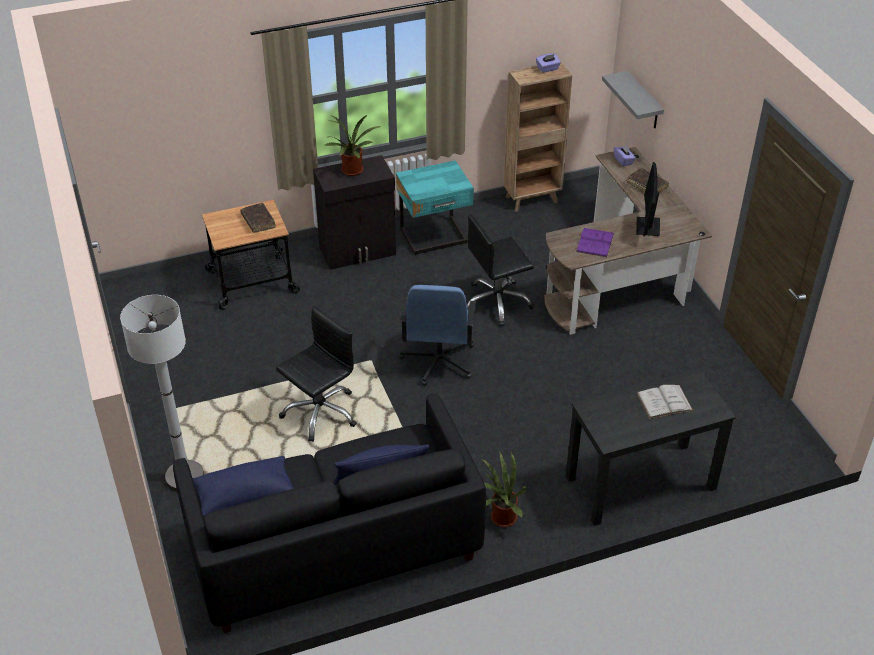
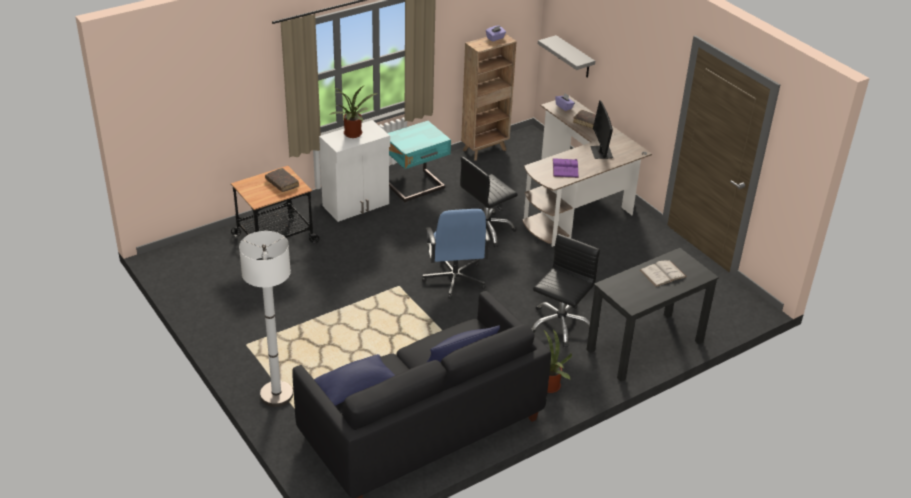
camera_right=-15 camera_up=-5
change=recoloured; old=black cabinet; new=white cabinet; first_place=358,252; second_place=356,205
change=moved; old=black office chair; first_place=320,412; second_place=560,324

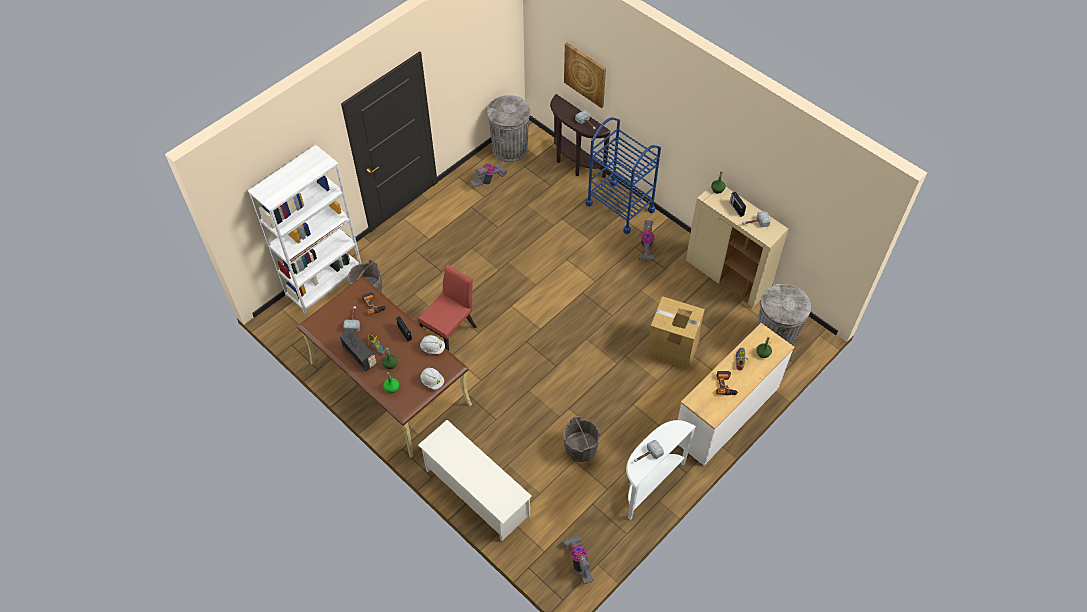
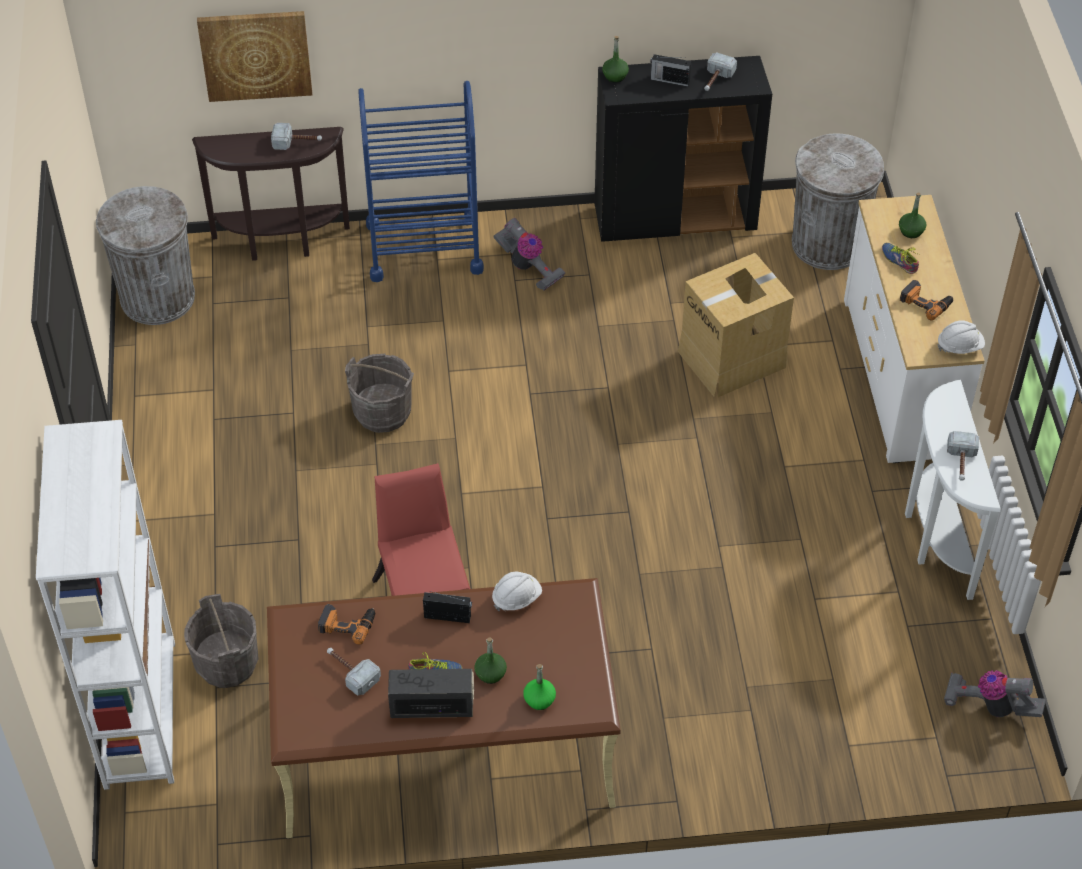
camera_right=-50 camera_up=-5
change=removed; old=vacuum cleaner; first_place=488,180
change=recoloured; old=beige cabinet; new=black cabinet; first_place=727,276; second_place=675,218
change=moved; old=white hard hat; first_place=432,381; second_place=959,346
change=moved; old=grey bucket; first_place=580,448; second_place=382,412
change=removed; old=white shoe rack; first_place=476,492

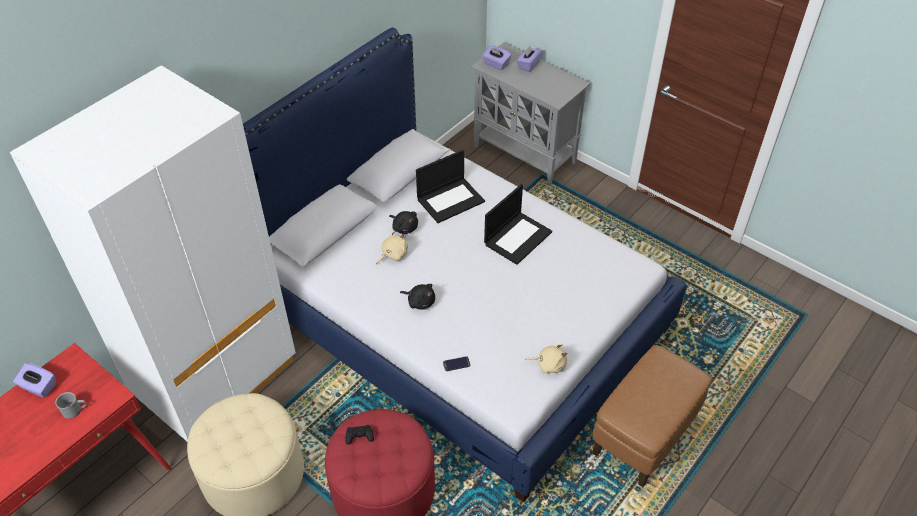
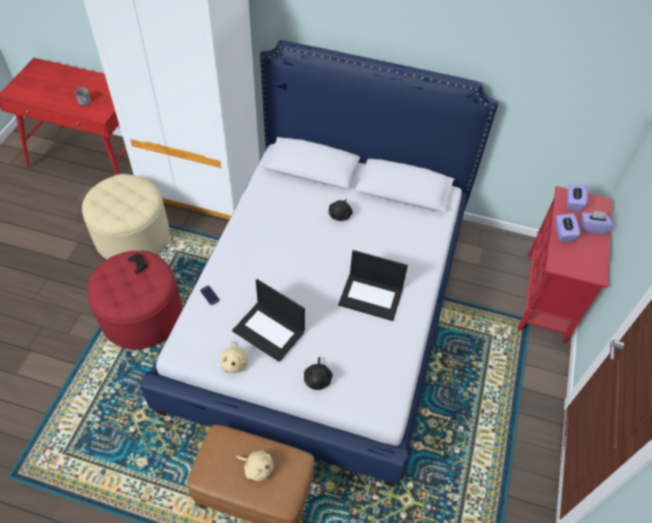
camera_right=65 camera_up=5
change=recoloured; old=grey cabinet; new=red cabinet; first_place=525,154; second_place=546,297
change=moved; old=laptop; first_place=451,200; second_place=269,331
change=moved; old=beige plush toy; first_place=393,254; second_place=257,468
change=moved; old=black plush toy; first_place=420,302; second_place=318,378
change=moved; old=purple tissue box; first_place=39,387; second_place=563,233

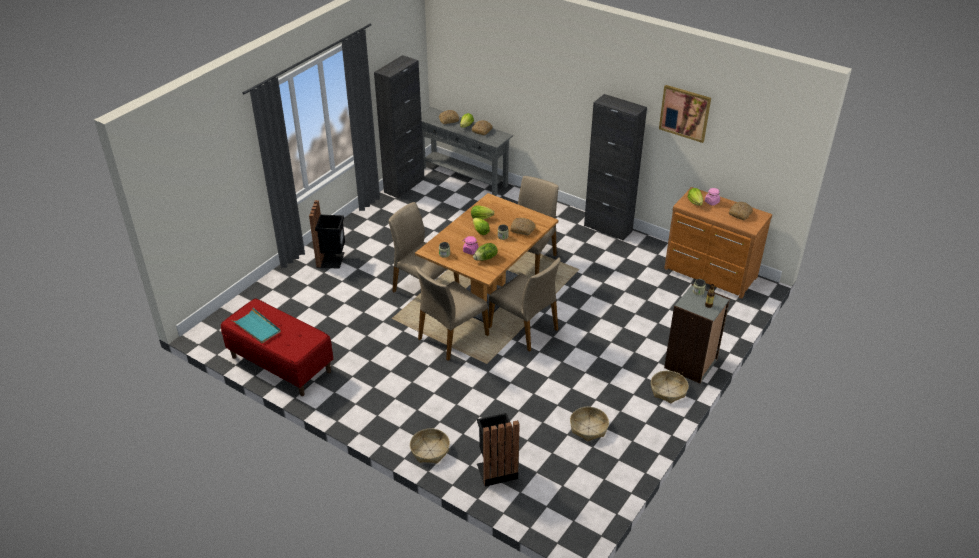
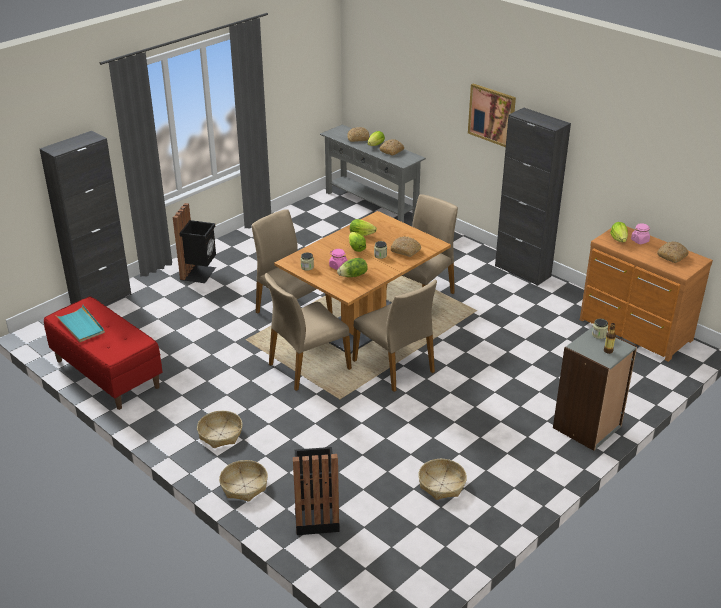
camera_right=10 camera_up=-5
change=moved; old=black cabinet; first_place=404,185; second_place=101,300
change=moved; old=picture; first_place=685,113; second_place=492,115
change=moved; old=basket; first_place=668,391; second_place=220,434

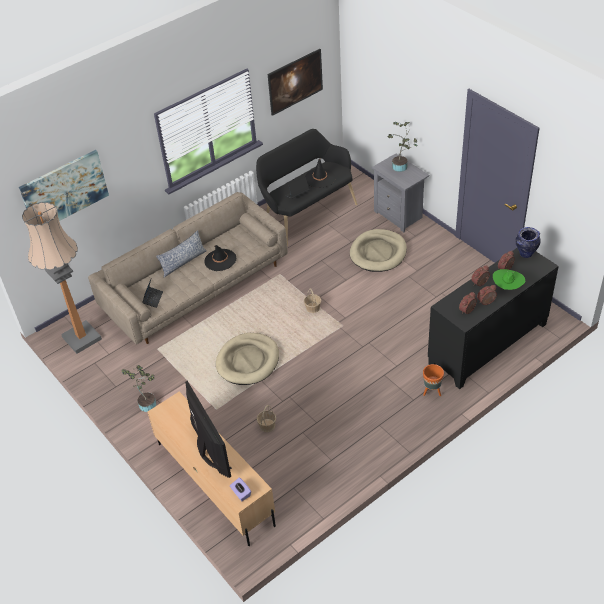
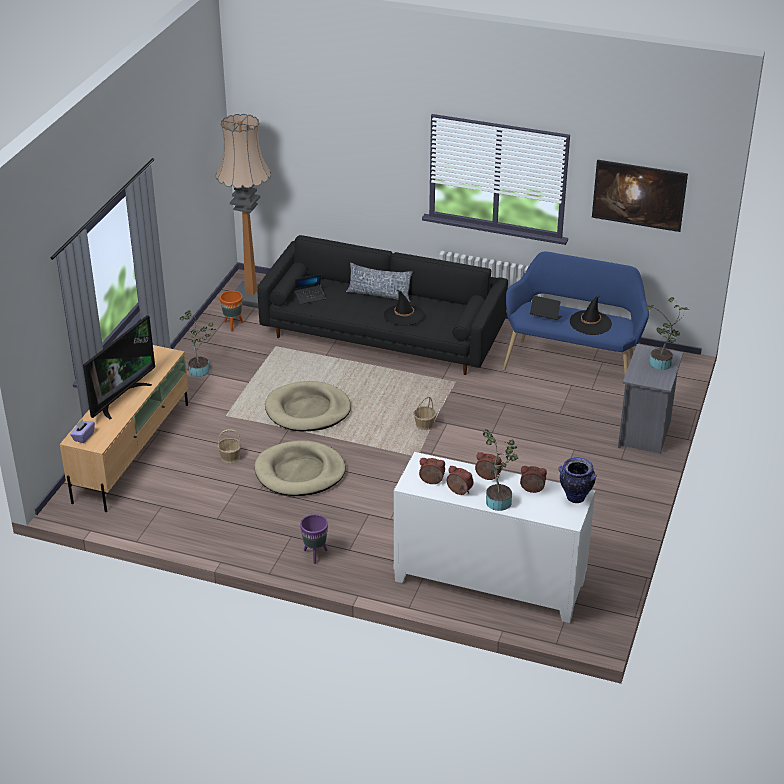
camera_right=55 camera_up=-10
change=recoloured; old=black bench; new=blue bench; first_place=307,213; second_place=572,363
change=removed; old=picture; first_place=64,190
change=recoloured; old=beige sofa; new=black sofa; first_place=195,286; second_place=383,334
change=moved; old=beige dog bed; first_place=378,253; second_place=300,472
change=recoloured; old=black cabinet; new=white cabinet; first_place=488,344; second_place=489,582
change=replaced; old=green hat; new=potted plant; first_place=507,287; second_place=499,500
change=moved; old=orange planter; first_place=432,392; second_place=233,325
change=added; new=purple planter; second_place=315,555

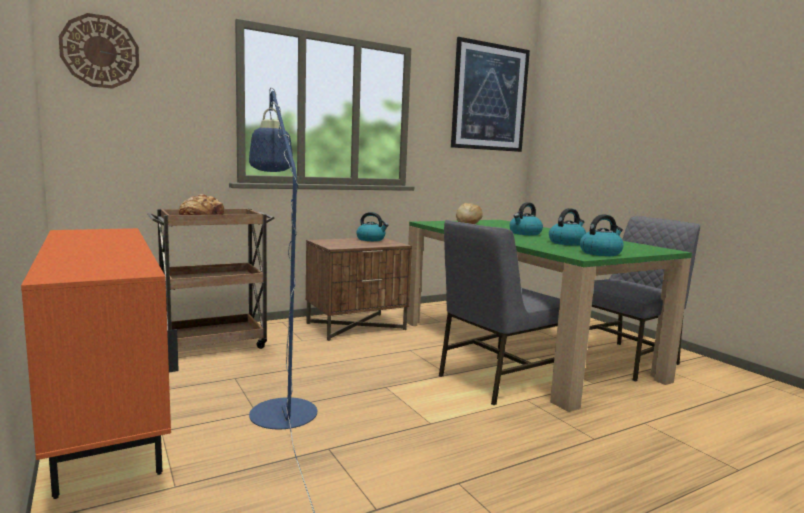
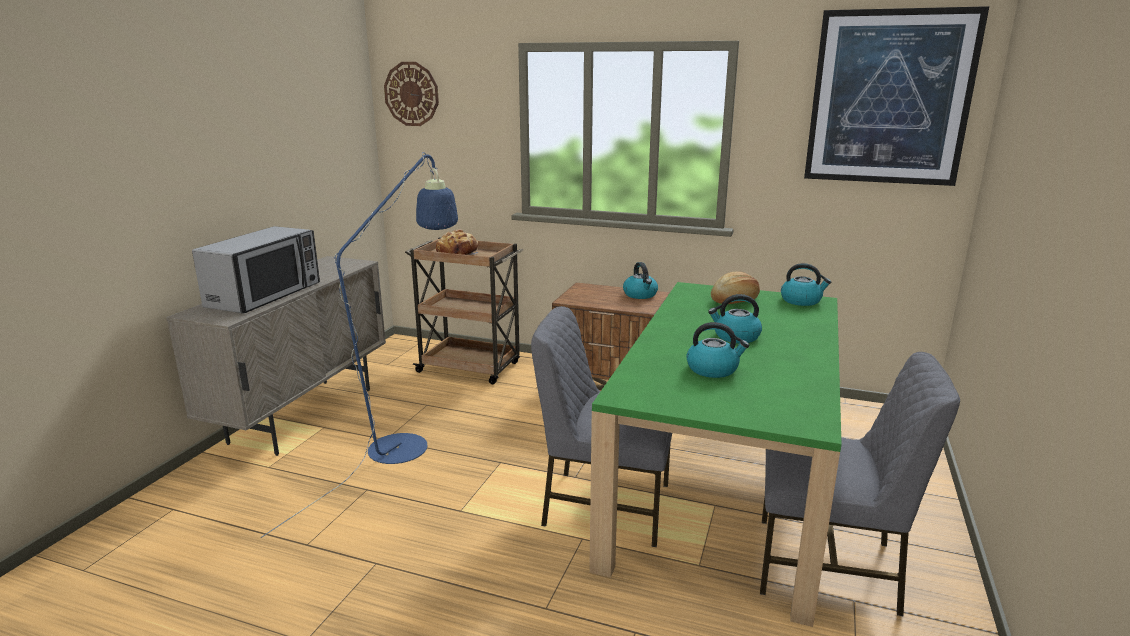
camera_right=50 camera_up=10
change=moved; old=kettle; first_place=600,253; second_place=801,300
change=recoloured; old=orange cabinet; new=beige cabinet; first_place=107,432; second_place=304,415
change=added; new=microwave; second_place=265,295

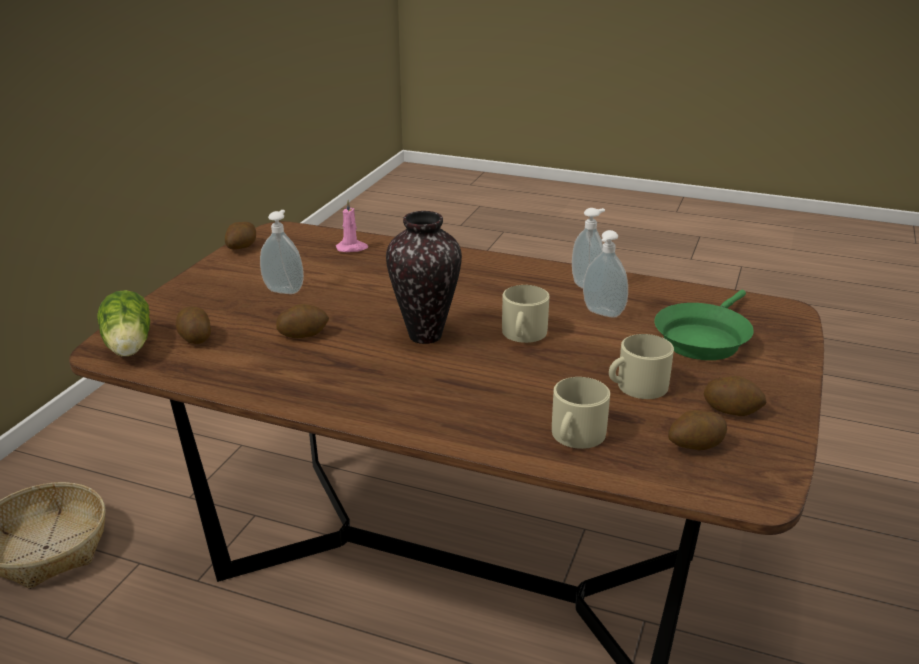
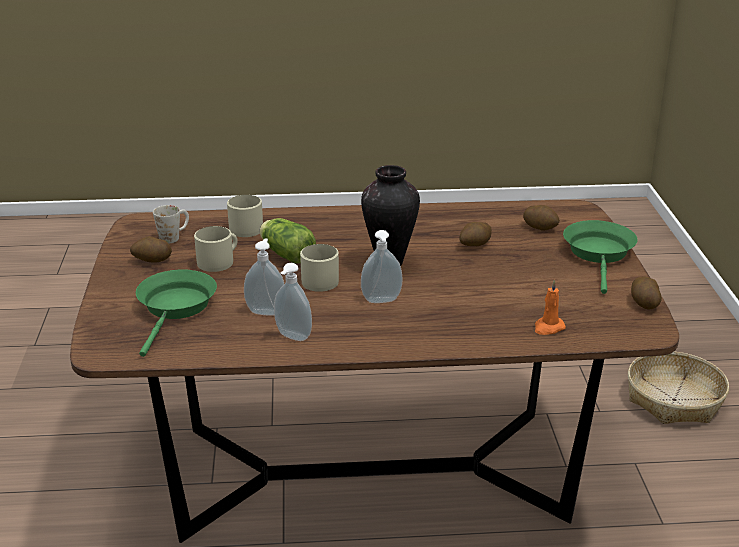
camera_right=155 camera_up=0
change=recoloured; old=pink candle; new=orange candle; first_place=352,248; second_place=548,328
change=moved; old=soap dispenser; first_place=285,290; second_place=381,301
change=moved; old=lettuce; first_place=128,347; second_place=285,254
change=replaced; old=potato; new=white mug; first_place=695,446; second_place=174,237
change=added; new=green frying pan; second_place=599,254

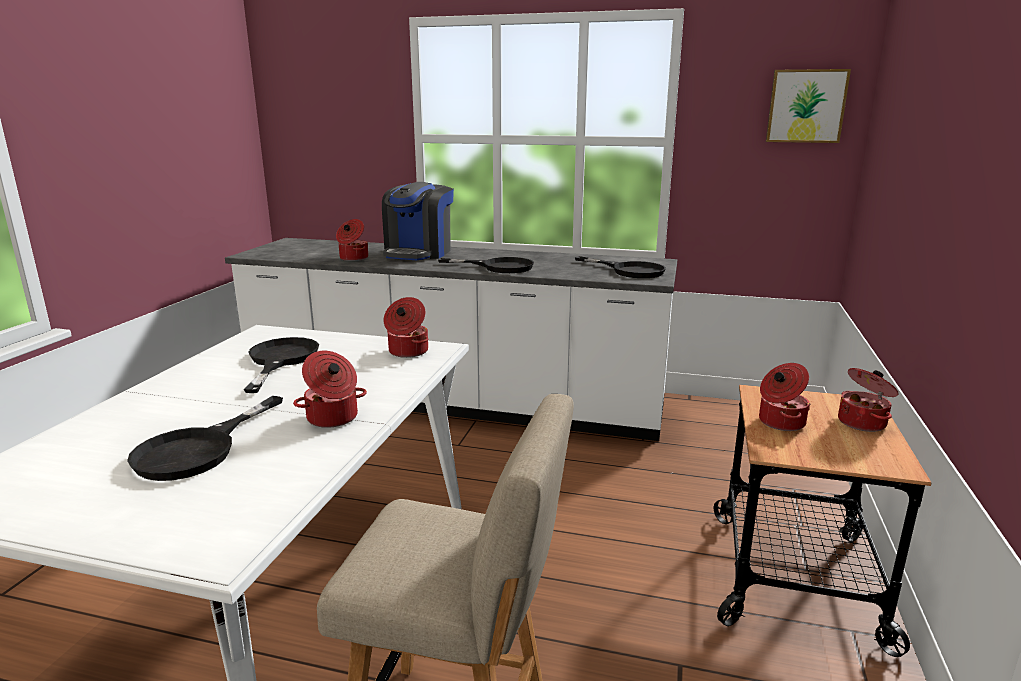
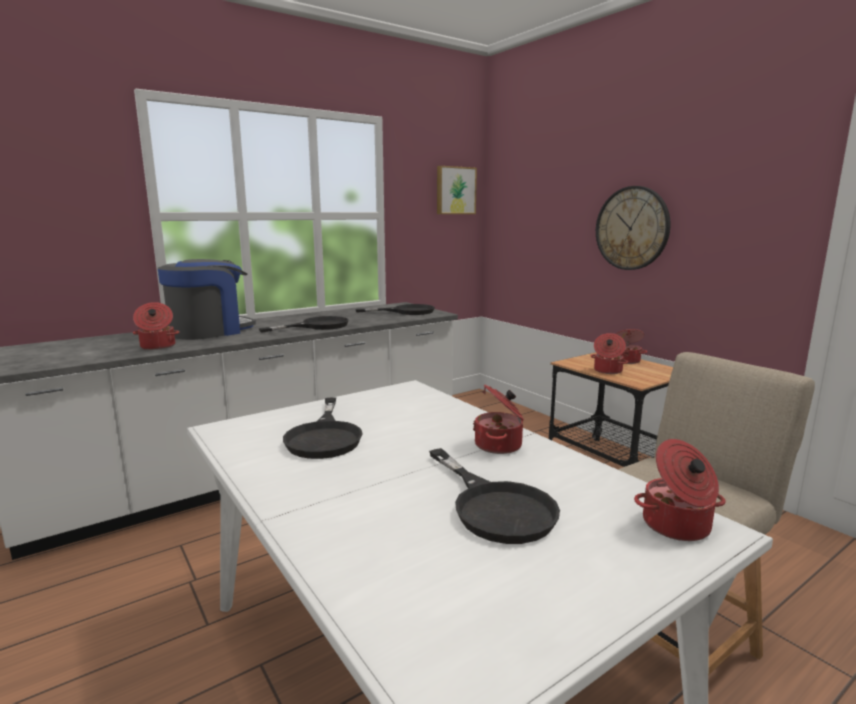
camera_right=-50 camera_up=-5
change=turned; old=coffee machine; first_place=418,253; second_place=209,331; degrees=-105
change=moved; old=cooking pot; first_place=407,352; second_place=677,526
change=turned; old=black frying pan; first_place=280,360; second_place=325,436; degrees=-135
change=added; new=wall clock; second_place=632,228

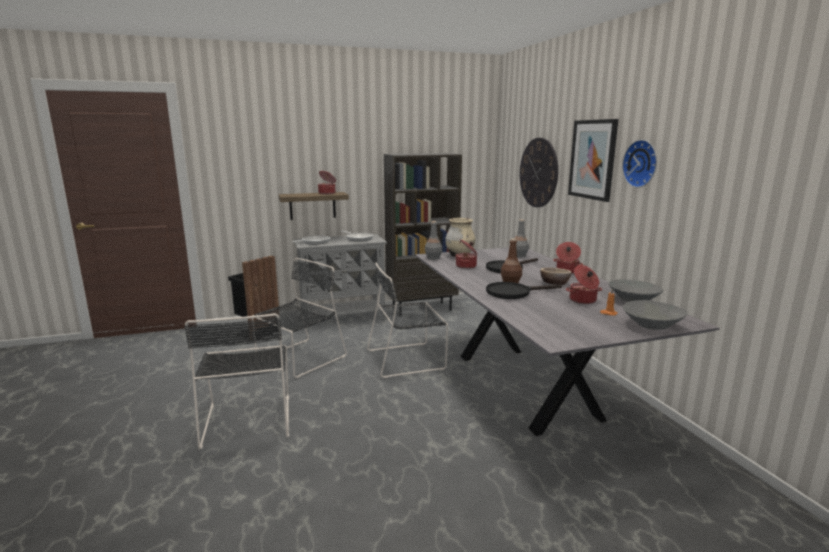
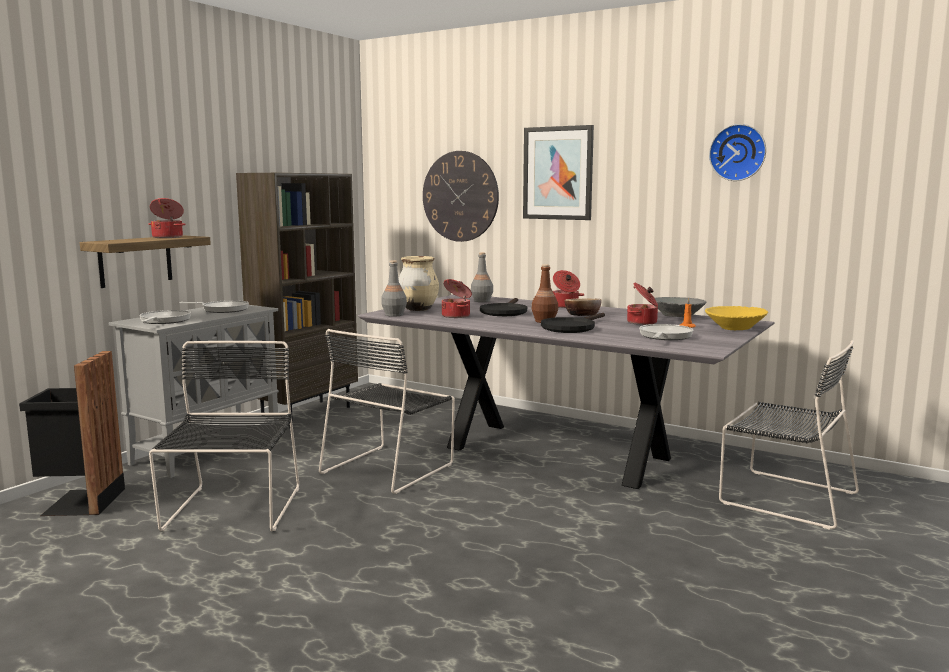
camera_right=-40 camera_up=-5
change=moved; old=wall clock; first_place=642,163; second_place=738,152
change=recoloured; old=grey bowl; new=yellow bowl; first_place=651,325; second_place=735,328
change=moved; old=black chair; first_place=248,418; second_place=783,497
change=added; new=frying pan; second_place=664,336

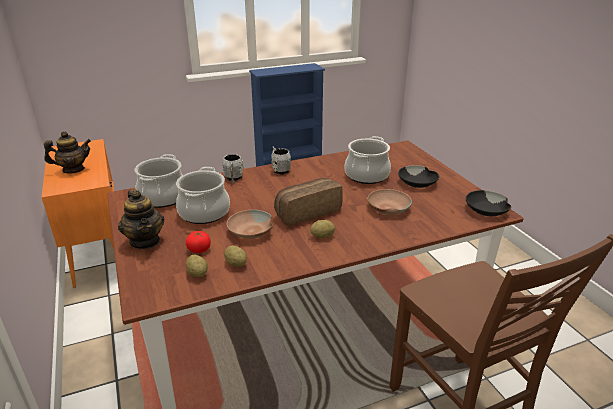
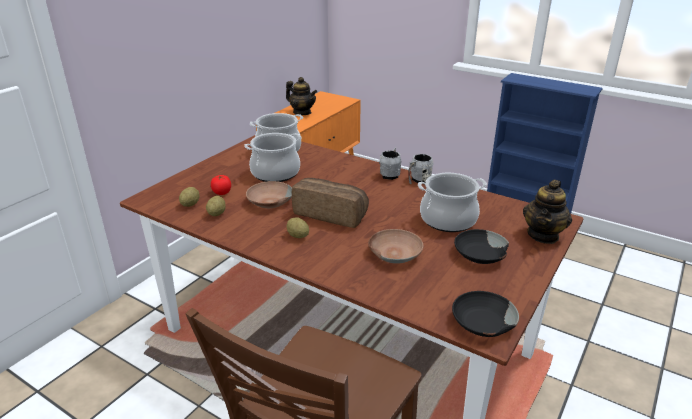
camera_right=55 camera_up=0
change=moved; old=grey mug; first_place=233,178; second_place=418,180
change=moved; old=teapot; first_place=145,241; second_place=543,235

